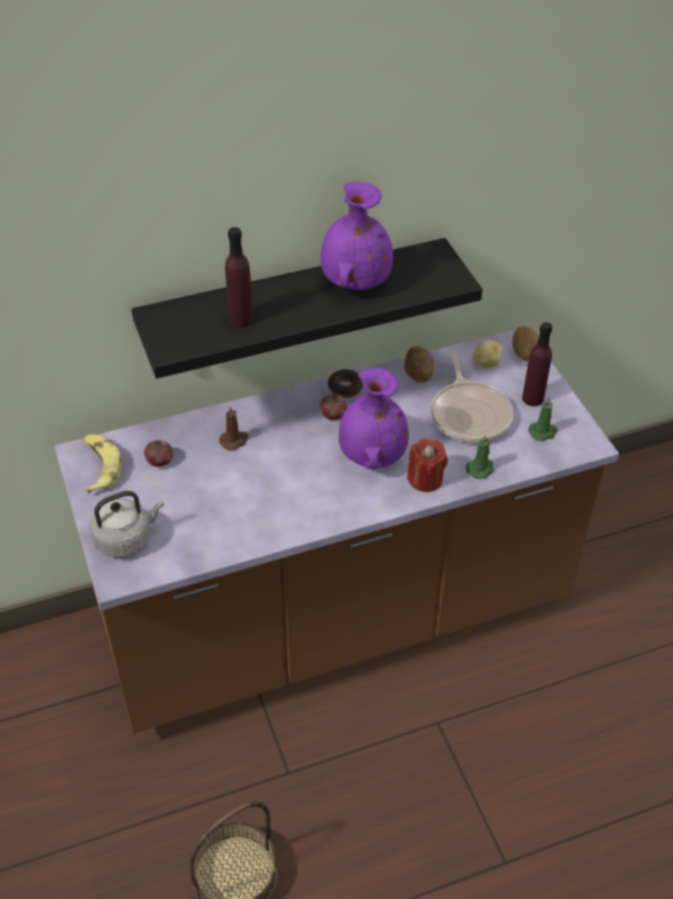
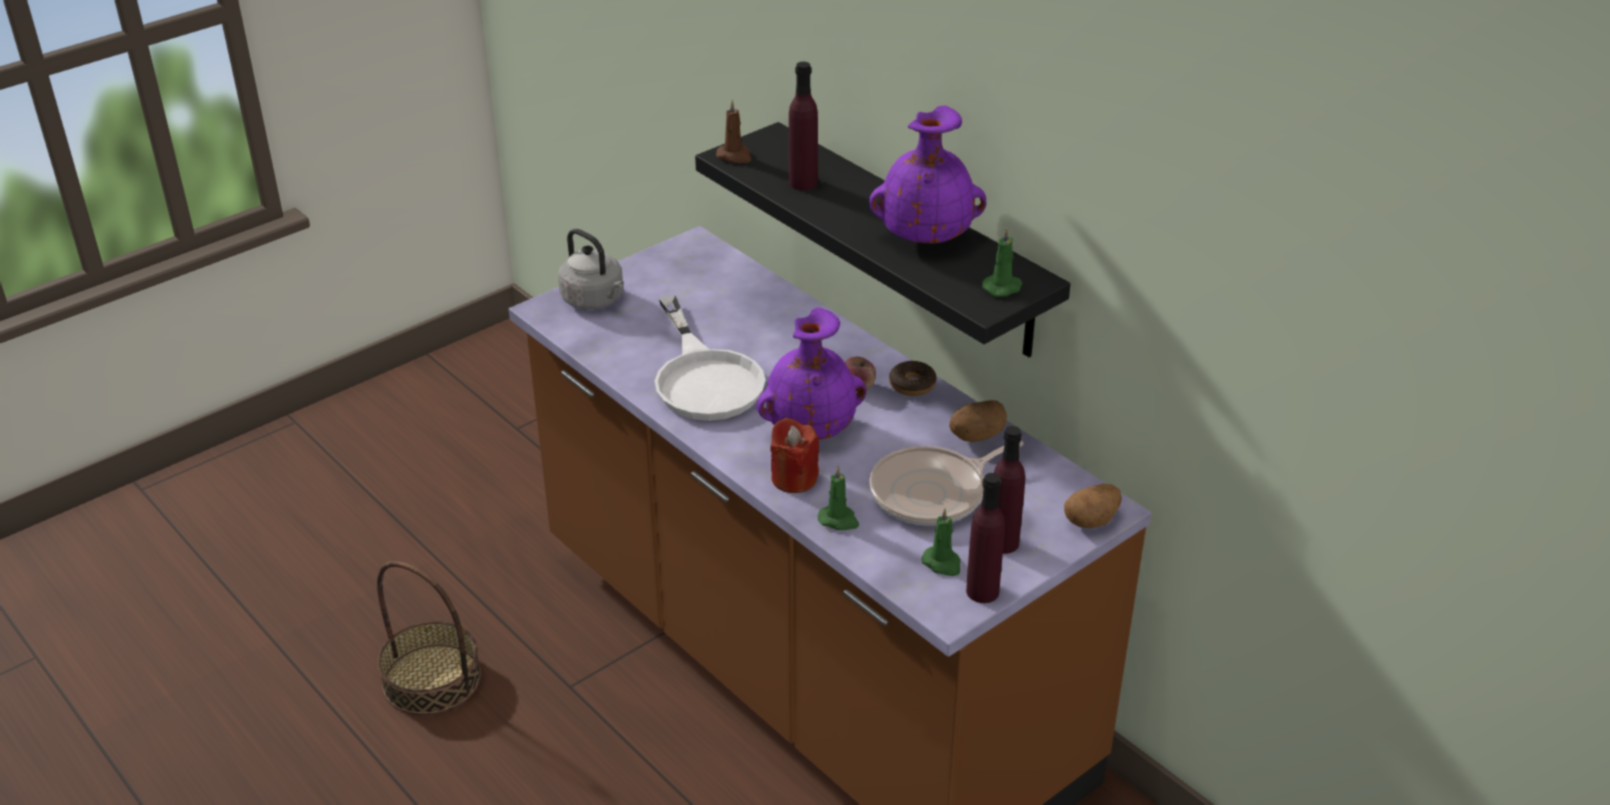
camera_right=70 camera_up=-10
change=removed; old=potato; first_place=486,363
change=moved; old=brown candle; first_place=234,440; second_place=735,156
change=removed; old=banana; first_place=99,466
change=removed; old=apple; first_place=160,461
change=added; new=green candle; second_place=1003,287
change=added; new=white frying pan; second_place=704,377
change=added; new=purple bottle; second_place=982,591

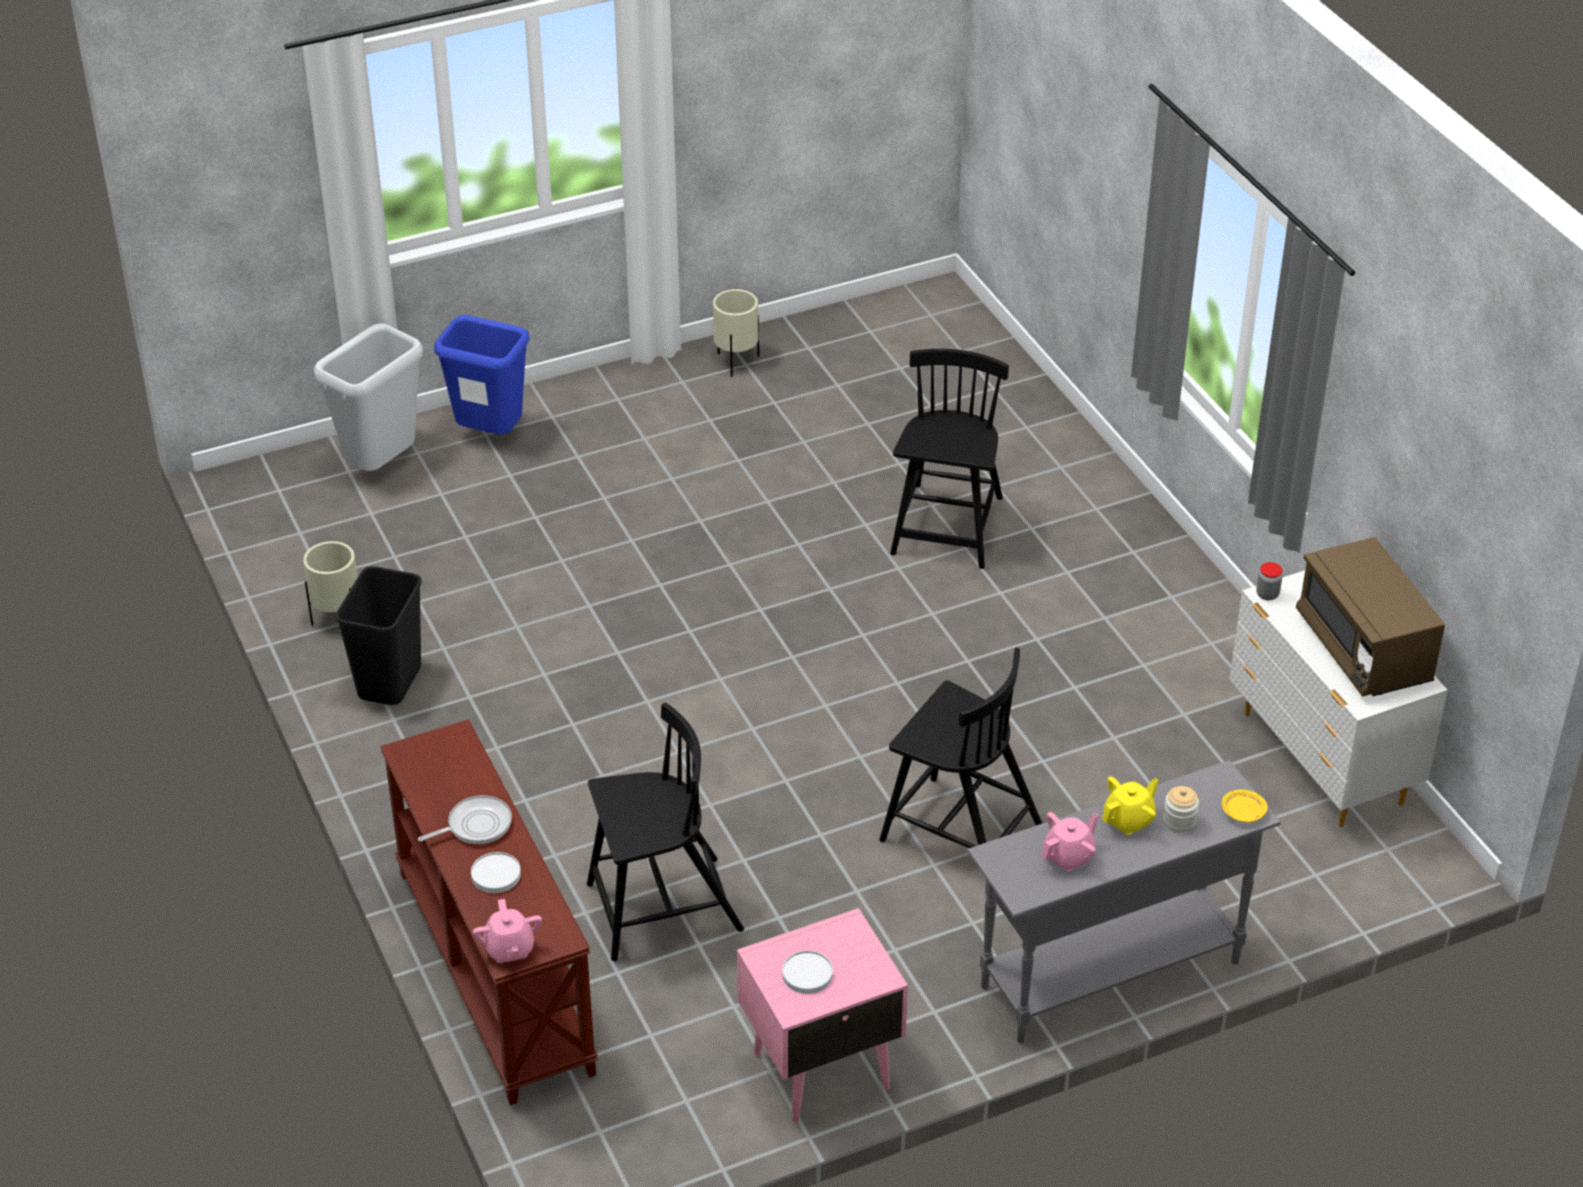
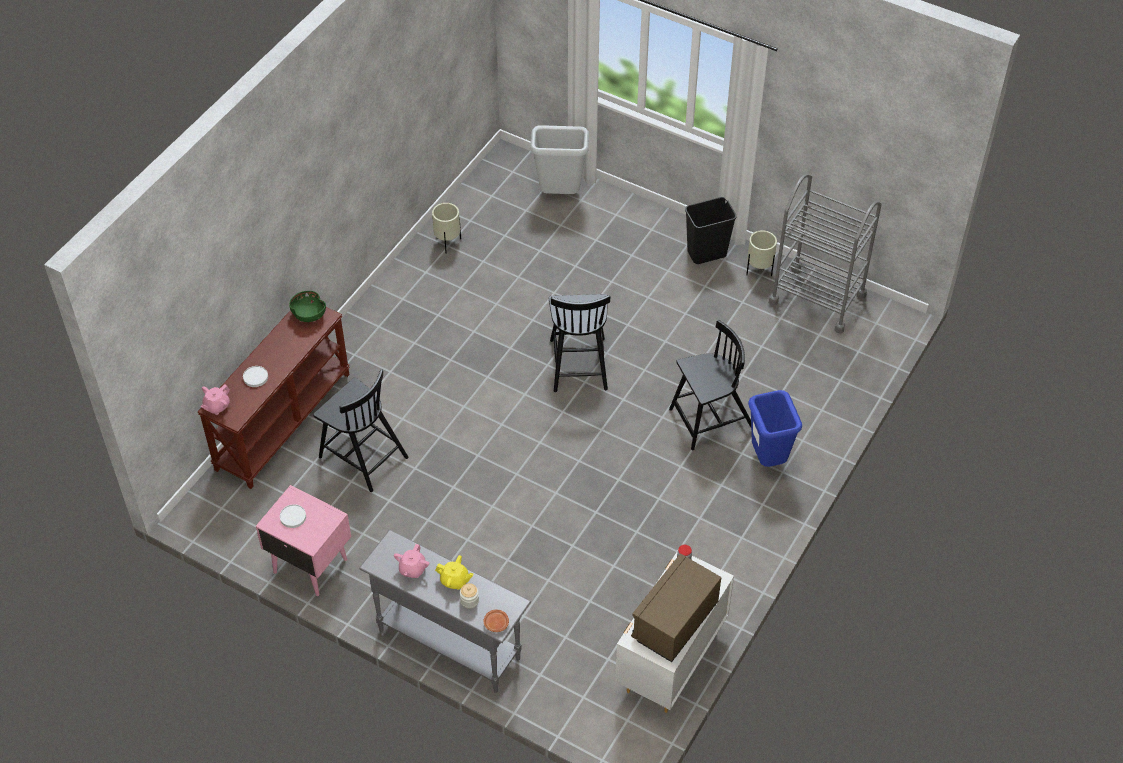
camera_right=55 camera_up=10
change=moved; old=blue trash can; first_place=491,436; second_place=768,460
change=moved; old=black trash can; first_place=390,683; second_place=706,254
change=moved; old=black chair; first_place=959,832; second_place=578,363
change=recoloured; old=yellow plate; new=brown plate; first_place=1242,812; second_place=496,623
change=removed; old=frying pan; first_place=475,825
change=turned; old=pink teapot; first_place=1069,856; second_place=412,569; degrees=90
change=added; new=grey cart; second_place=817,298
change=added; new=green bowl; second_place=308,315

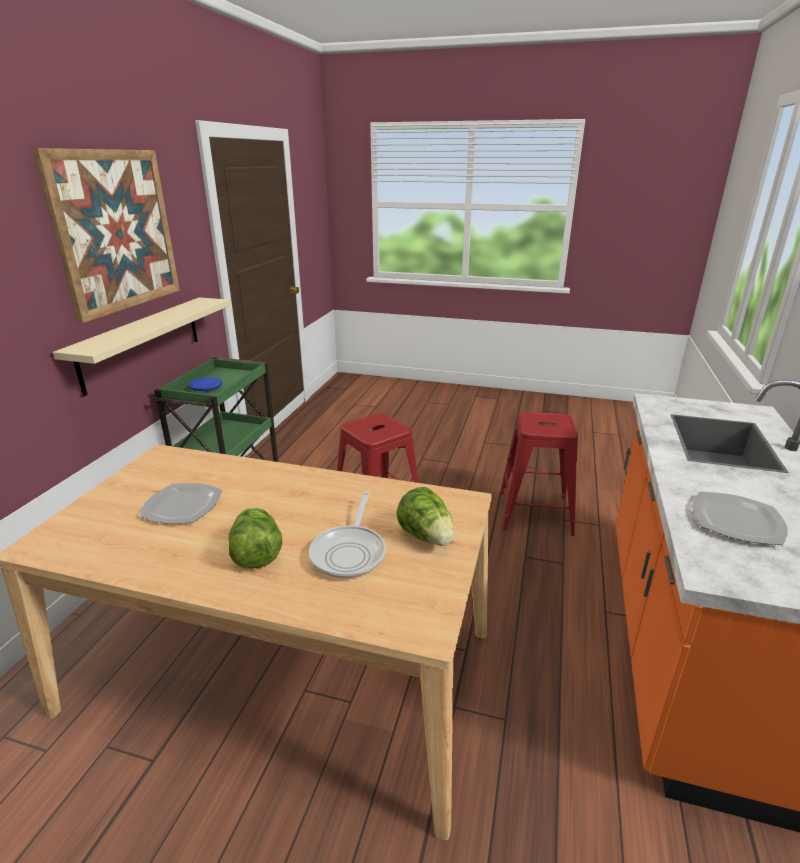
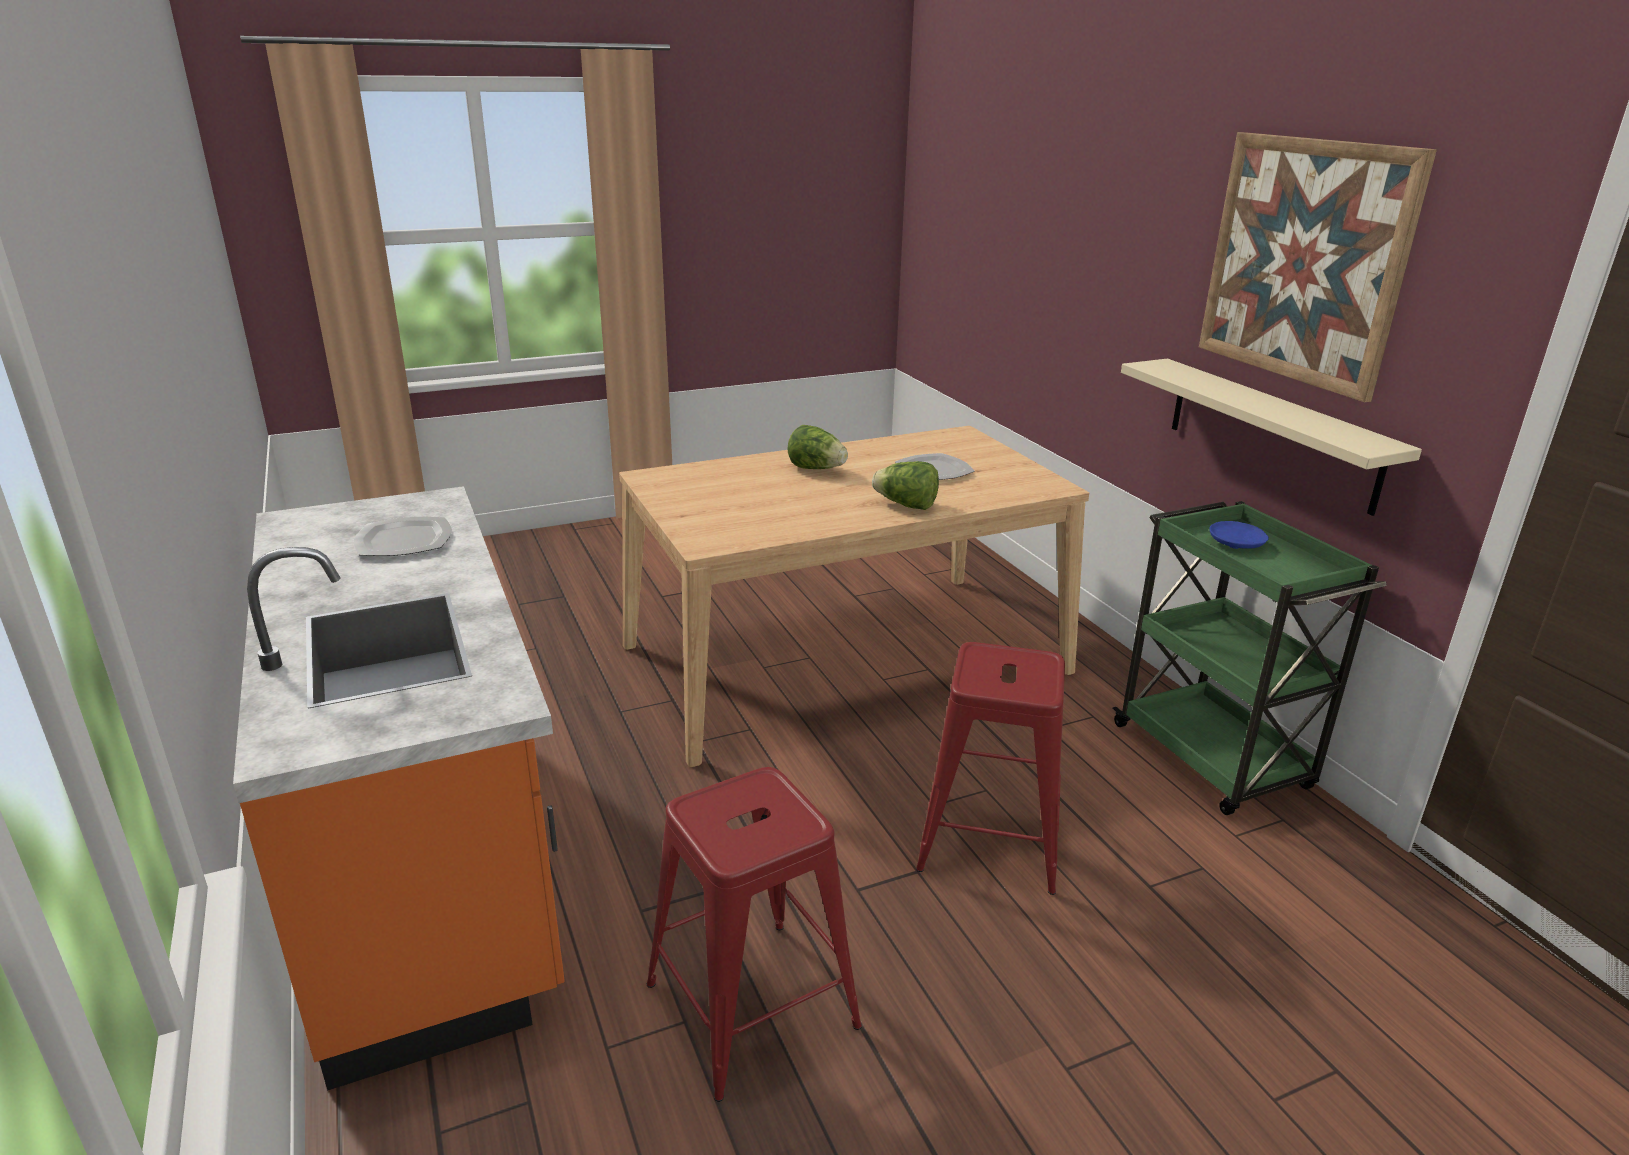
camera_right=140 camera_up=0
change=moved; old=lettuce; first_place=426,537; second_place=906,505
change=removed; old=frying pan; first_place=350,552

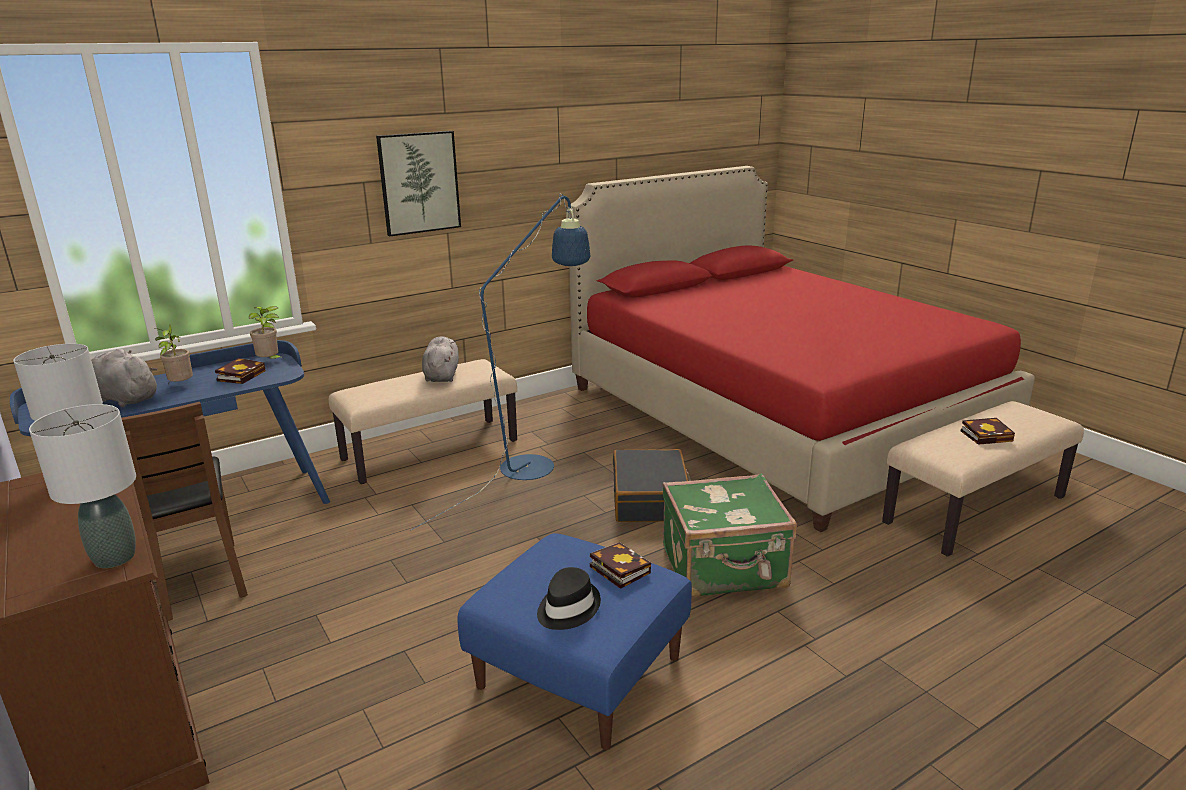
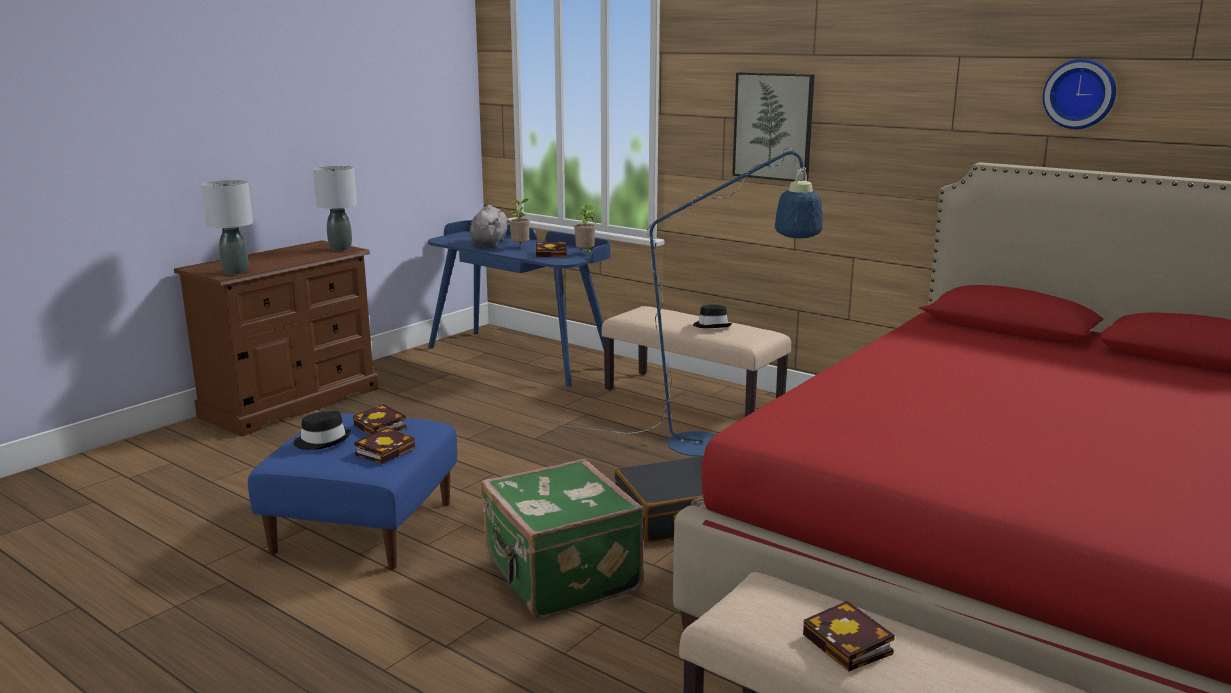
camera_right=70 camera_up=-5
change=replaced; old=grey plush toy; new=black hat; first_place=442,375; second_place=712,325
change=removed; old=brown chair; first_place=198,579
change=added; new=wall clock; second_place=1080,94
change=added; new=book; second_place=382,427

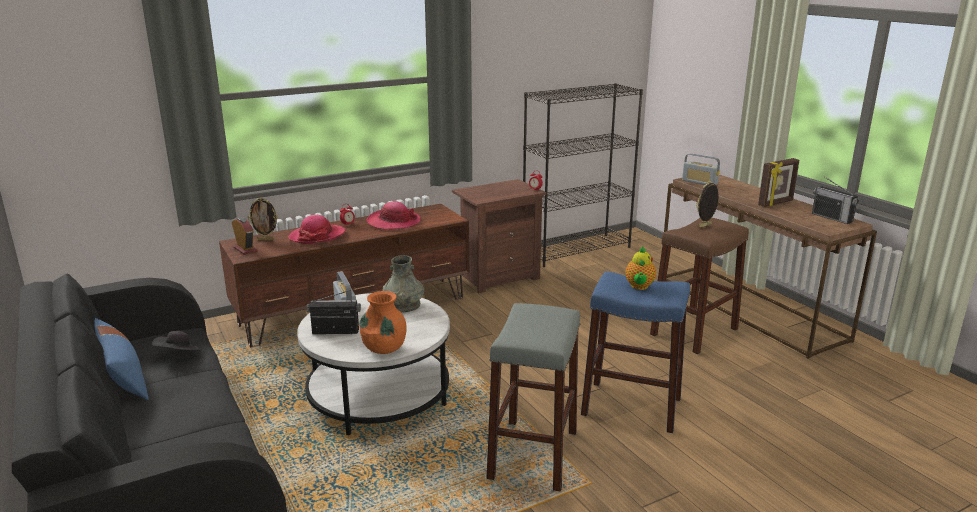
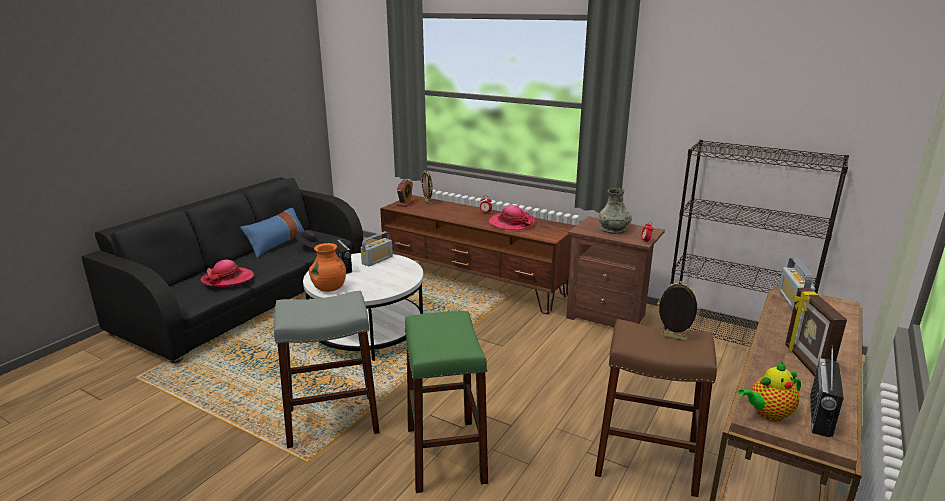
camera_right=60 camera_up=0
change=turned; old=picture frame; first_place=776,203; second_place=805,362; degrees=60
change=moved; old=hat; first_place=317,236; second_place=228,279
change=moved; old=teapot; first_place=639,286; second_place=767,414
change=moved; old=grey vase; first_place=403,305; second_place=613,229
change=recoloured; old=blue stool; new=green stool; first_place=631,406; second_place=445,454

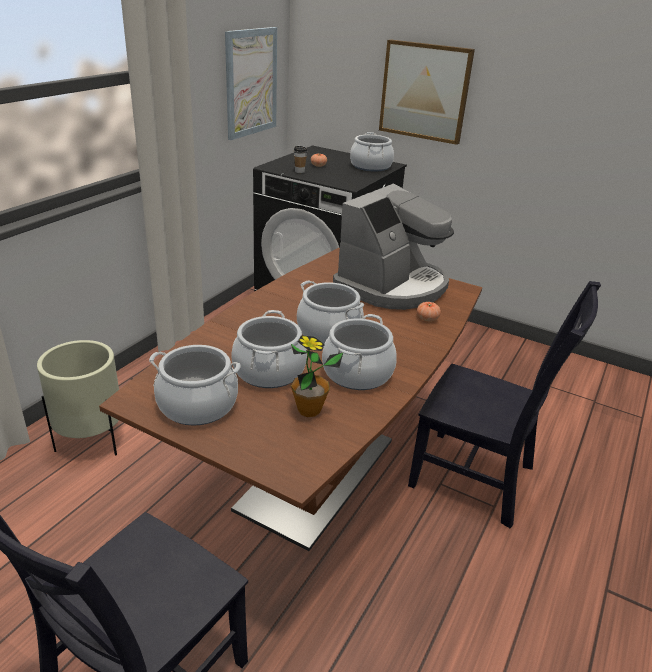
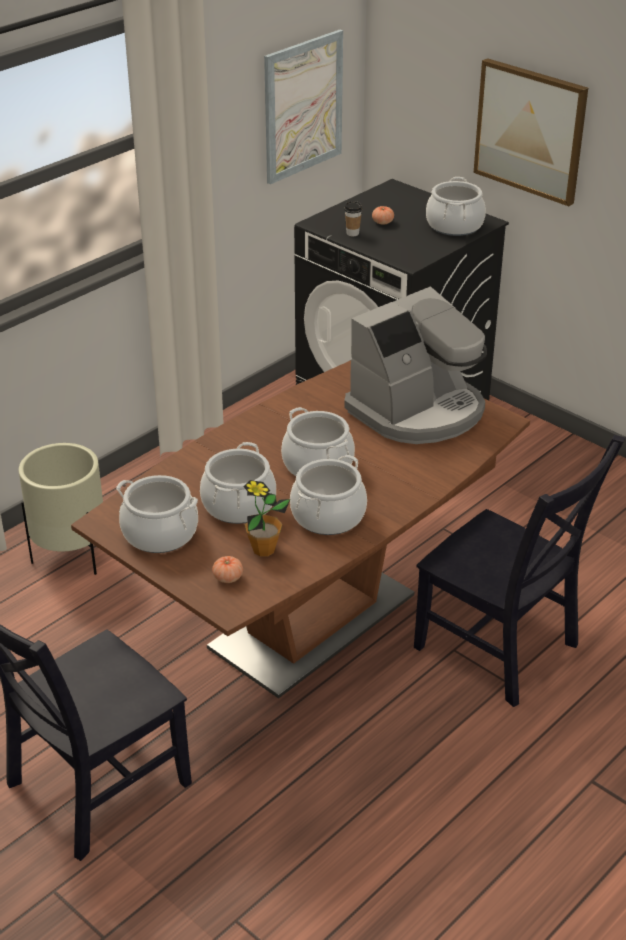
camera_right=15 camera_up=5
change=moved; old=tomato; first_place=427,318; second_place=228,577

